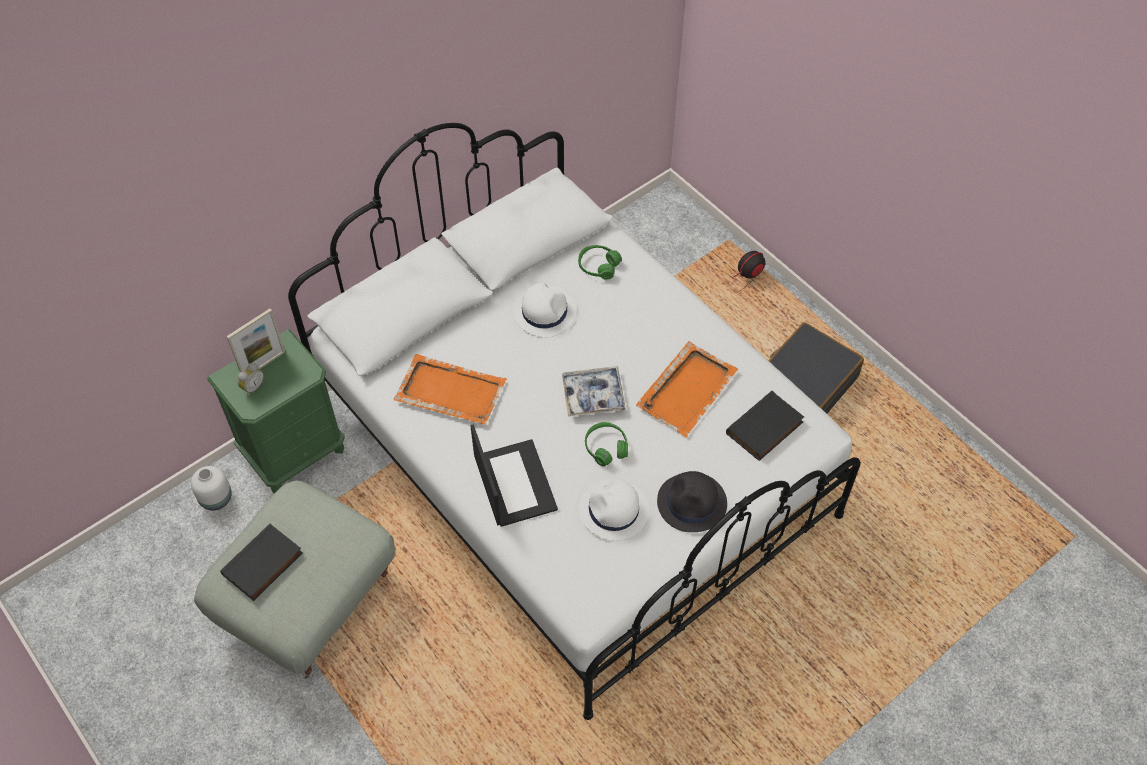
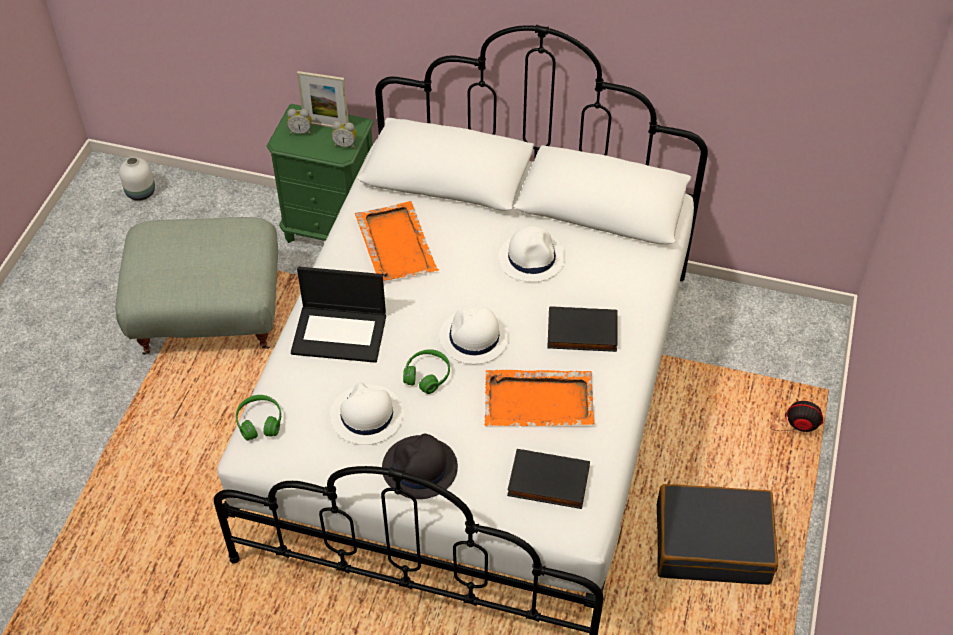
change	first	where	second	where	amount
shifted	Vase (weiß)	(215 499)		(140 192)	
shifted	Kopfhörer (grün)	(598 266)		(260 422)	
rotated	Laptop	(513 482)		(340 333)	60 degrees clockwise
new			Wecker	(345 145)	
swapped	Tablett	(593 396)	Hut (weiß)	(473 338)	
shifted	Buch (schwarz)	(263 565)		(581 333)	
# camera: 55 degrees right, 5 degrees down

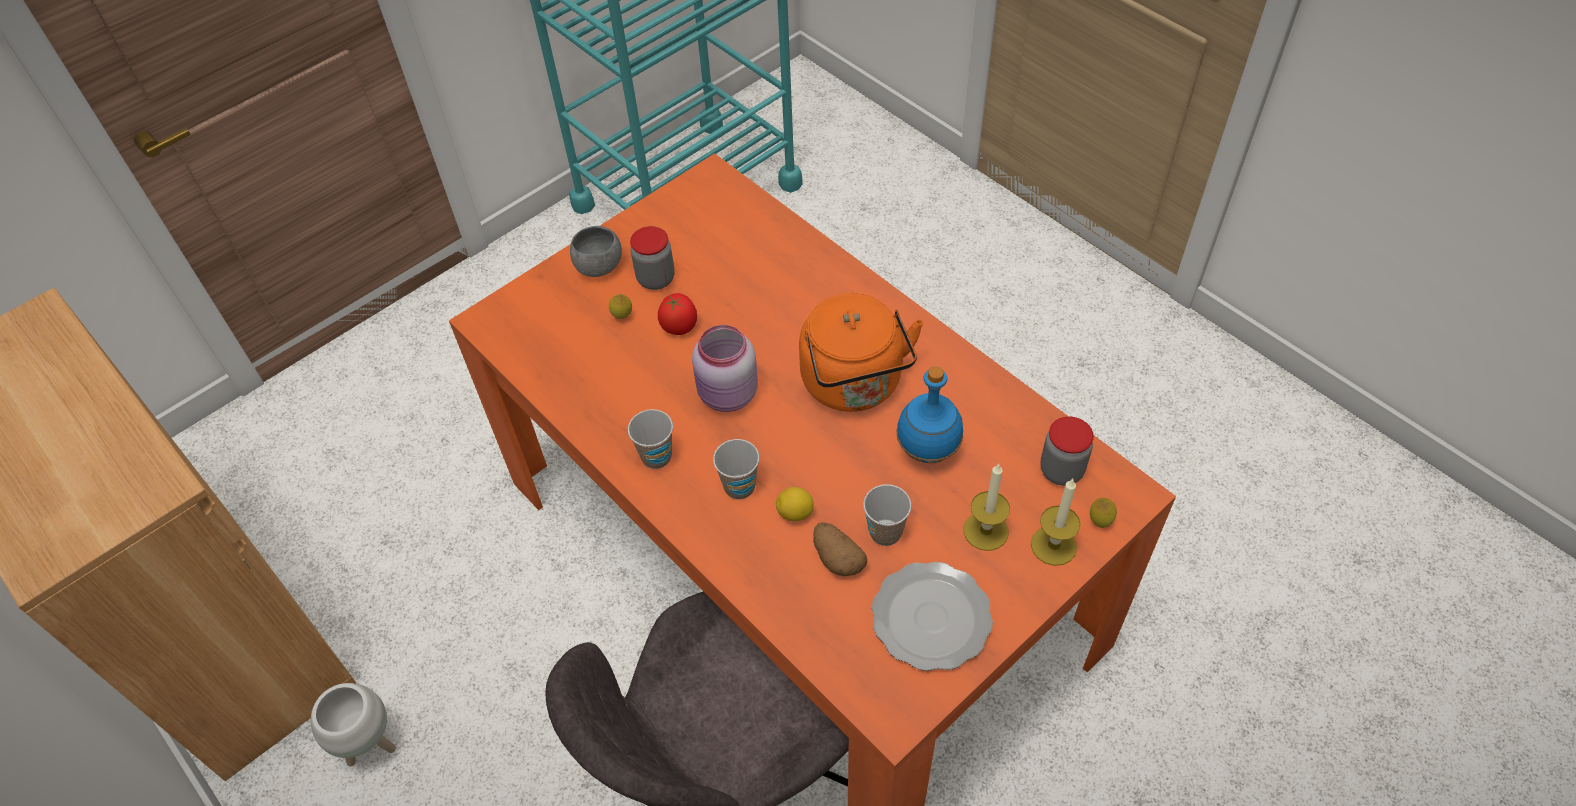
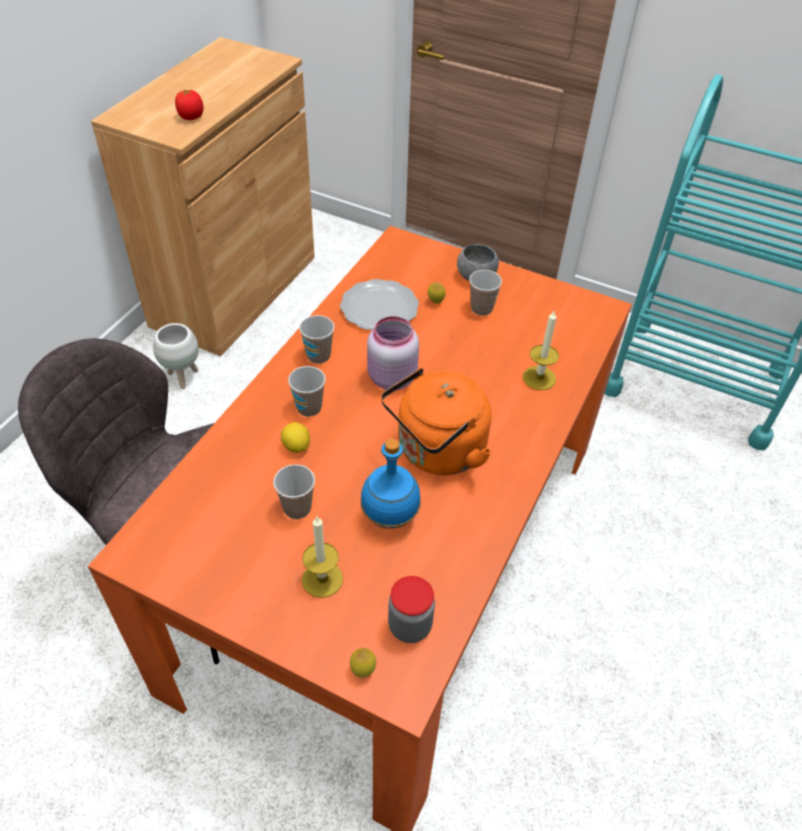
change	first	where	second	where	amount
shifted	Tomate	(679 326)		(191 117)	
shifted	Teller	(933 618)		(379 309)	
swapped	Vorratsglas	(656 279)	Tasse	(481 308)	
shifted	Kerze	(1053 545)		(539 378)	
gone	Kartoffel	(837 558)			
# camera: 65 degrees right, 5 degrees down

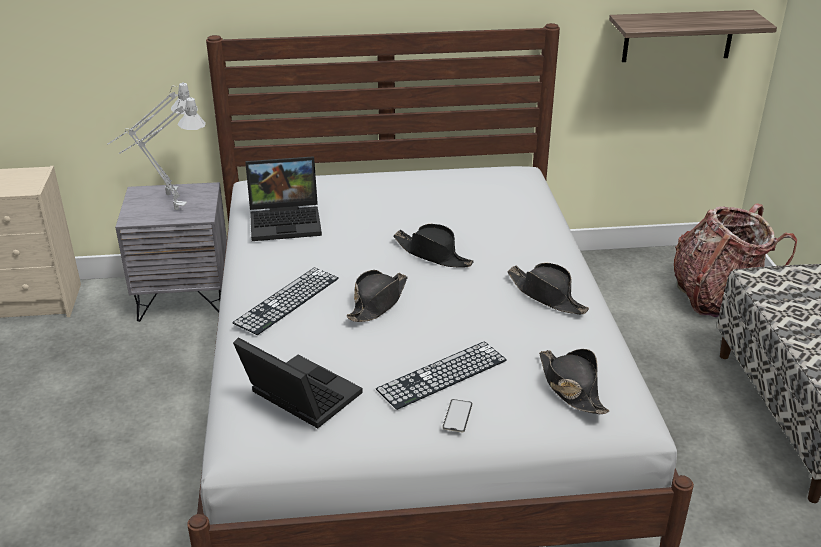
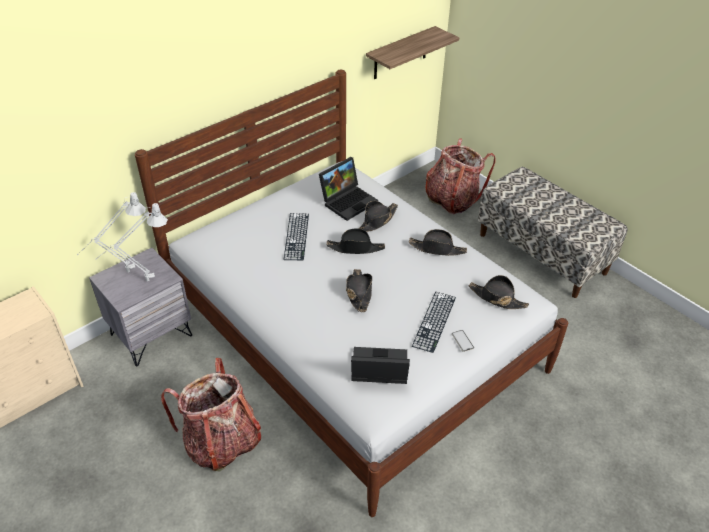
change	first	where	second	where	amount
new			Rucksack	(221 442)	
shifted	Tastatur	(287 300)		(296 236)	
shifted	Laptop	(287 221)		(348 201)	
new			Hut (schwarz)	(377 221)	
# camera: 35 degrees left, 10 degrees up

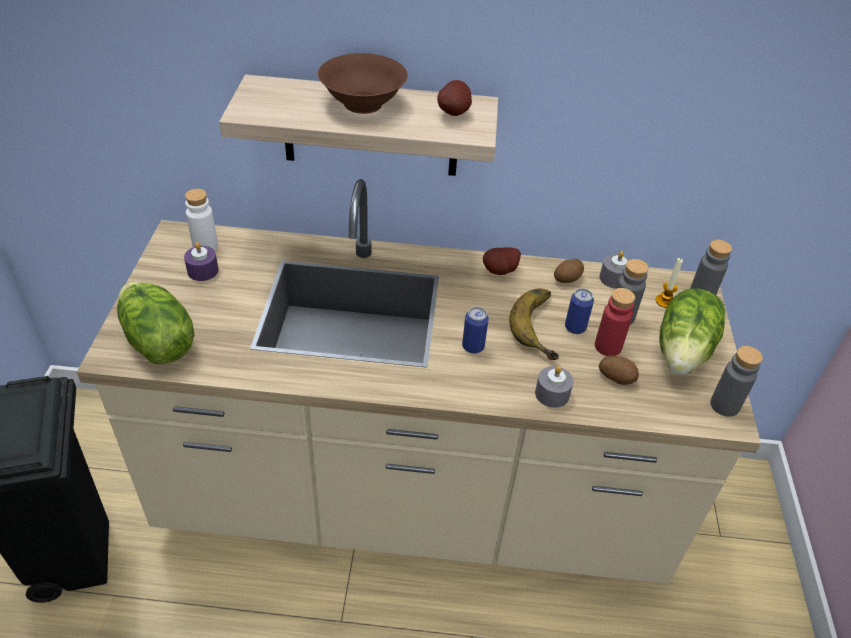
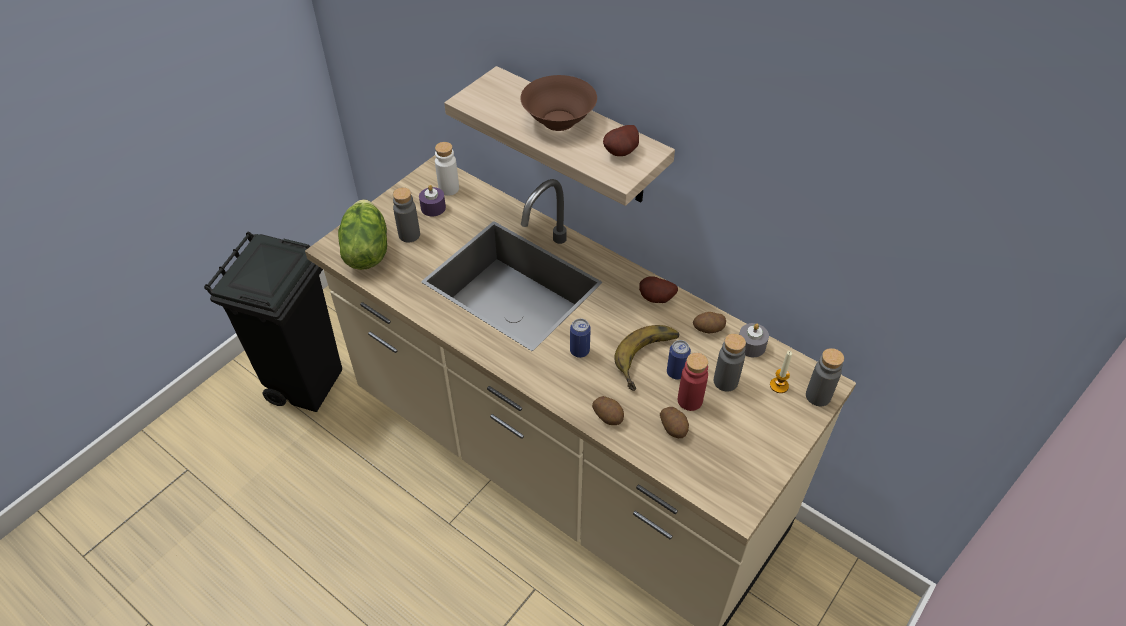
change	first	where	second	where	amount
shifted	Flasche (grau)	(724 405)		(409 235)	
swapped	Kerze (grau)	(552 394)	Kartoffel	(608 416)	
gone	Salatkopf	(684 351)			
# camera: 35 degrees right, 5 degrees up

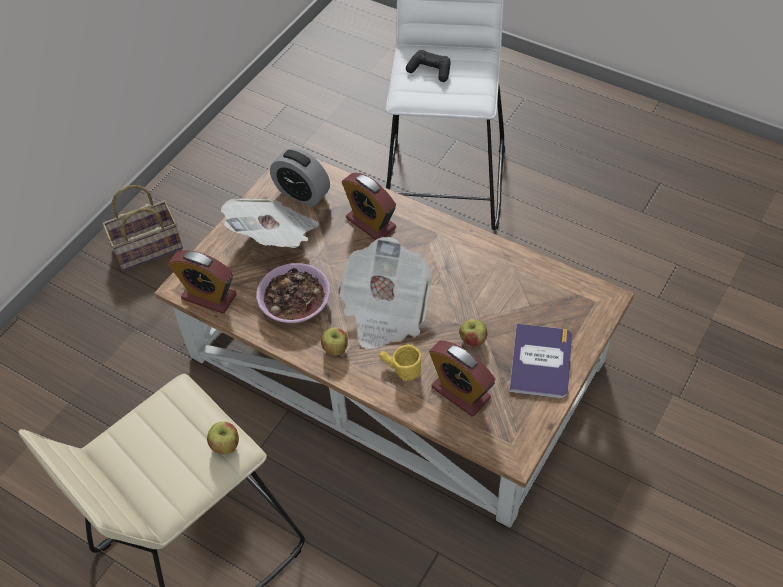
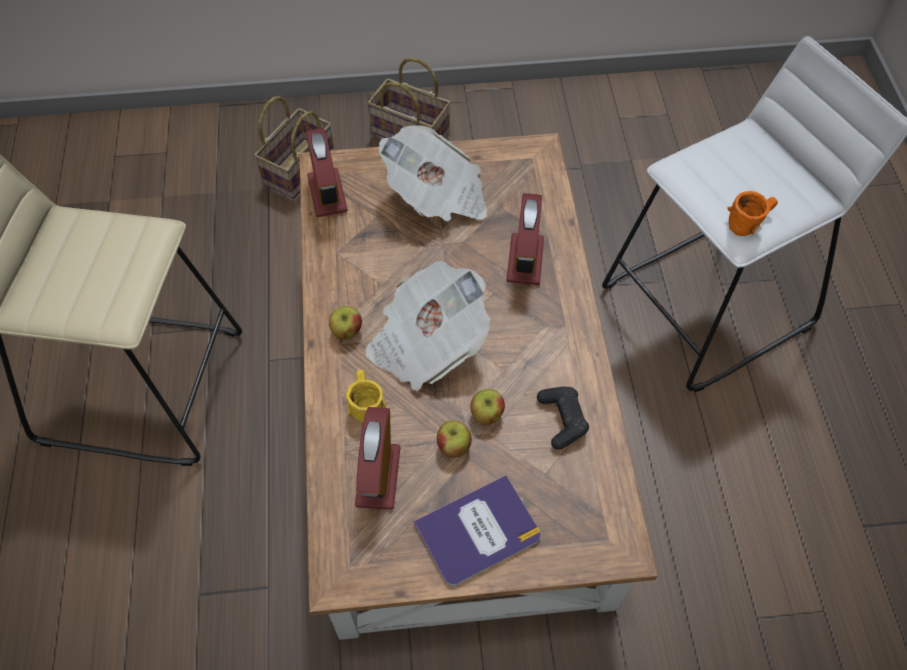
change	first	where	second	where	amount
new			Korb	(299 167)	
shifted	Apfel	(226 445)		(487 414)	
shifted	Gamepad (schwarz)	(430 71)		(562 420)	
new			Henkelbecher (orange)	(748 221)	
gone	Schüssel	(294 302)			
gone	Wecker	(302 193)			
# camera: 50 degrees right, 5 degrees up

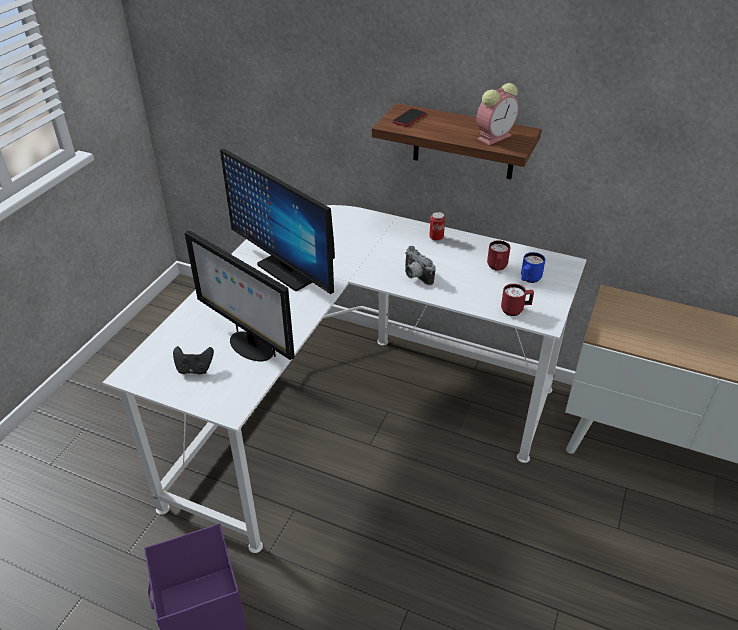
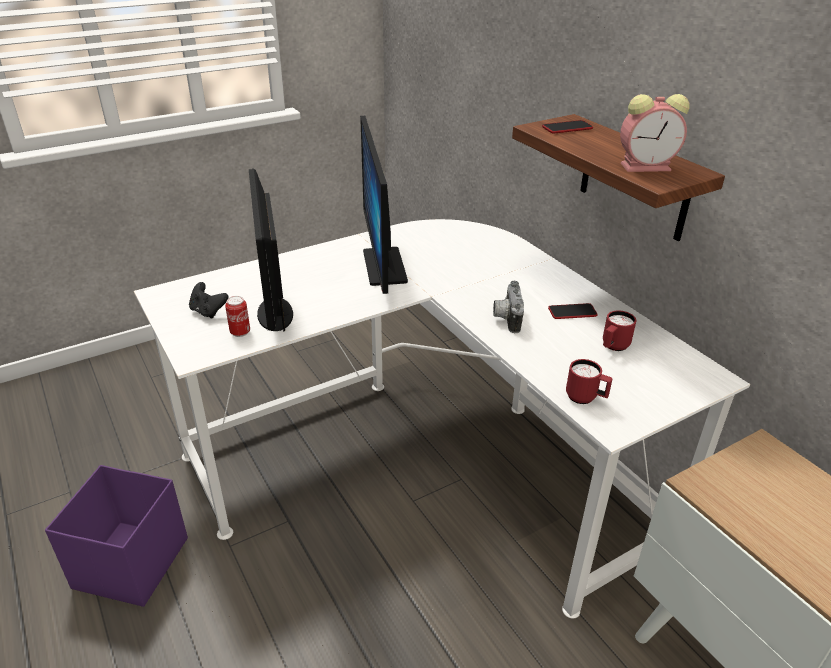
change	first	where	second	where	amount
shifted	Dose	(436 238)		(240 332)	
new			Handy	(572 312)	
gone	Henkelbecher (blau)	(529 280)			
# camera: 35 degrees right, 5 degrees down

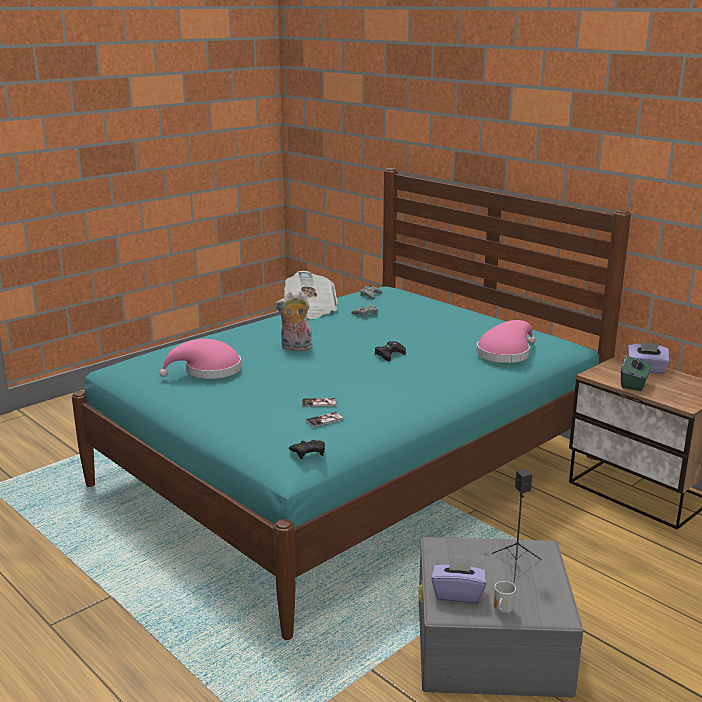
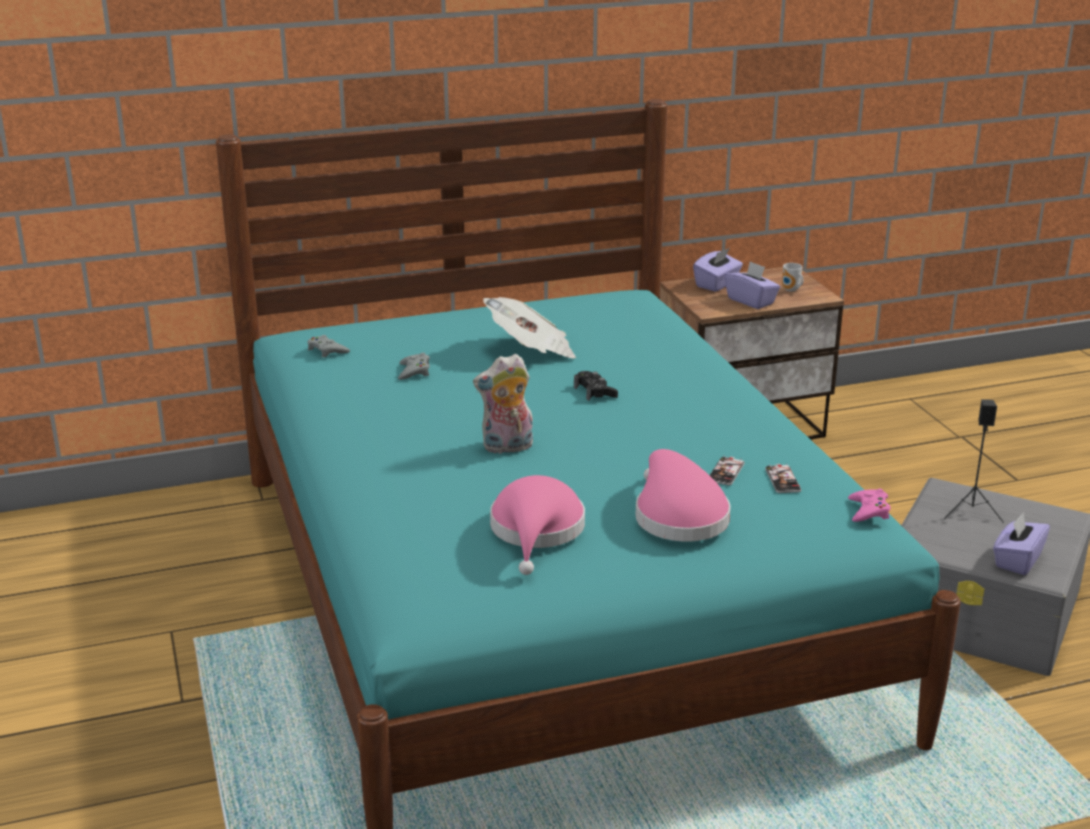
change	first	where	second	where	amount
rotated	Plüschtier	(295 348)		(507 447)	45 degrees clockwise
shifted	Zeitung	(311 309)		(531 350)	
shifted	Hut (rosa)	(505 353)		(677 515)	
repainted	Taschentuchbox (grün)	(634 384)	Taschentuchbox (lila)	(751 301)	
shifted	Henkelbecher	(501 611)		(791 290)	
repainted	Gamepad (schwarz)	(308 452)	Gamepad (rosa)	(868 511)	
# camera: 65 degrees left, 5 degrees up

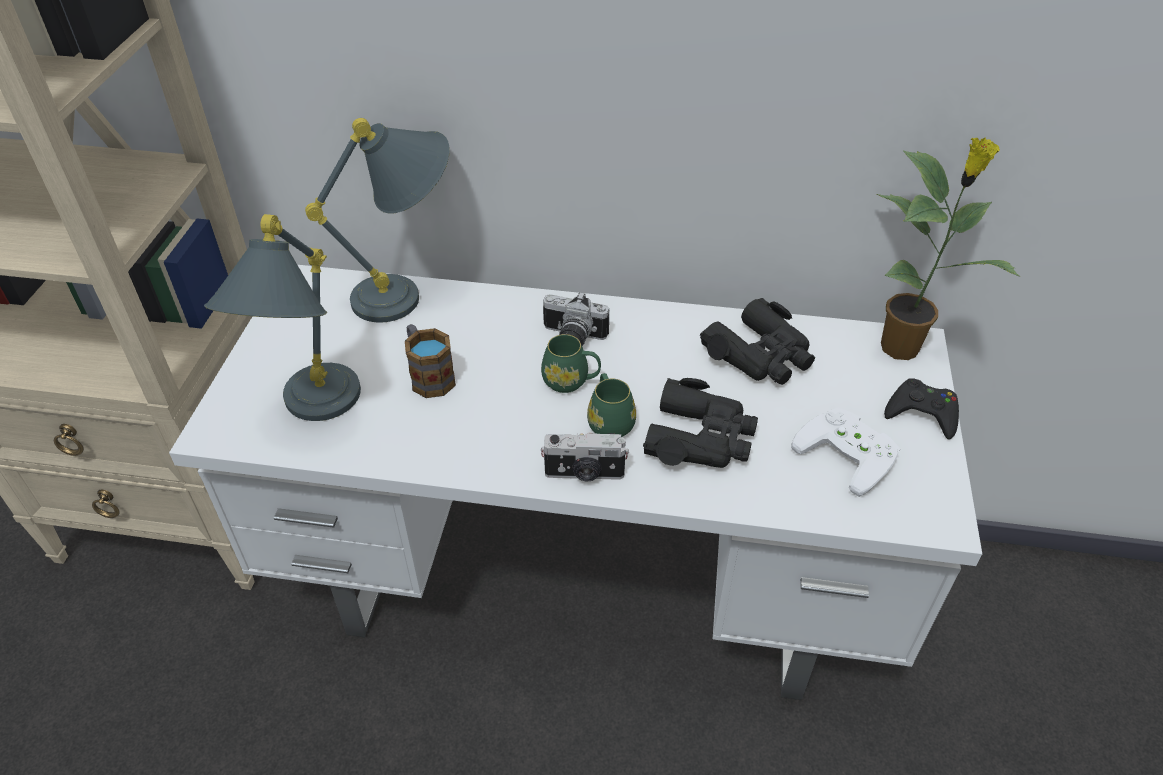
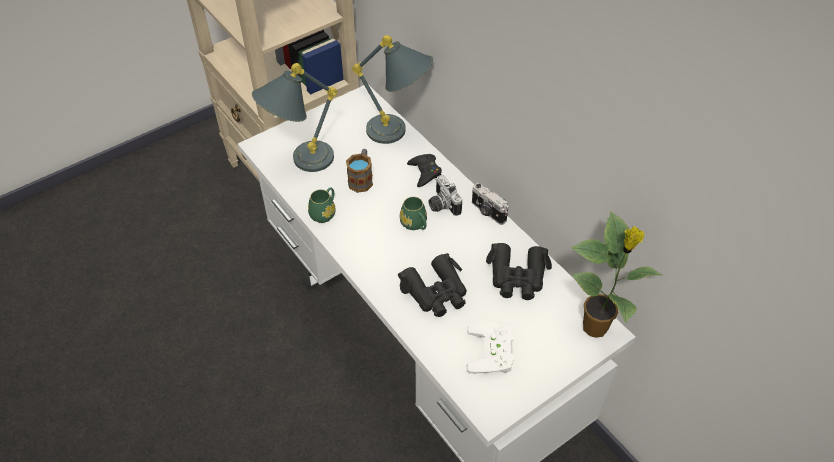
change	first	where	second	where	amount
shifted	Henkelbecher (grün)	(609 421)		(324 212)	
shifted	Gamepad (schwarz)	(922 413)		(425 172)	
shifted	Kamera	(584 474)		(487 212)	
# camera: 45 degrees right, 5 degrees up

